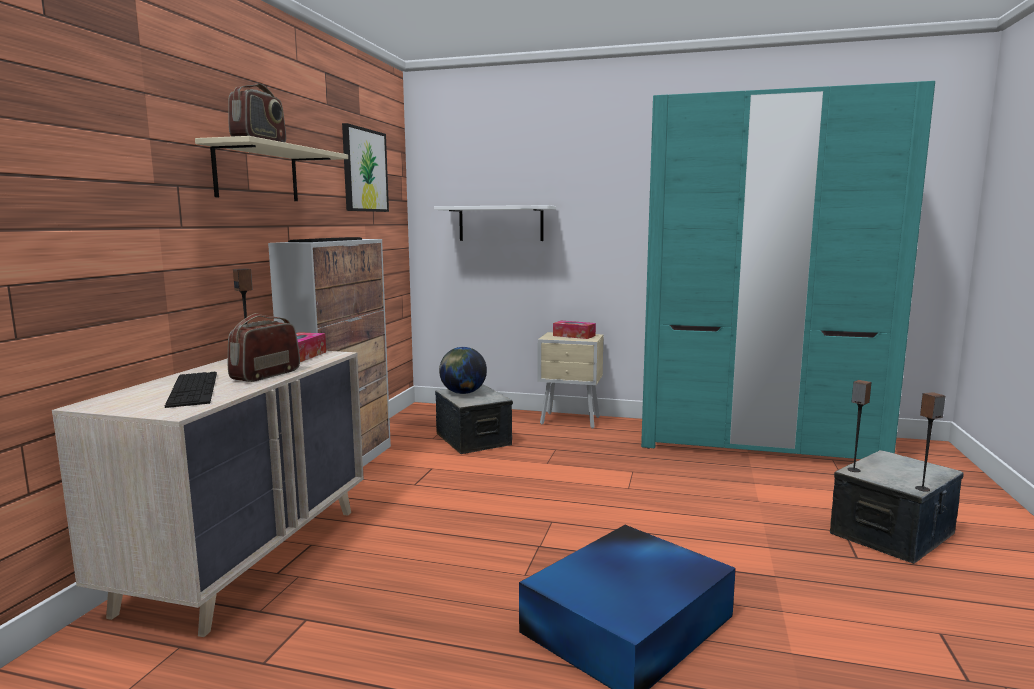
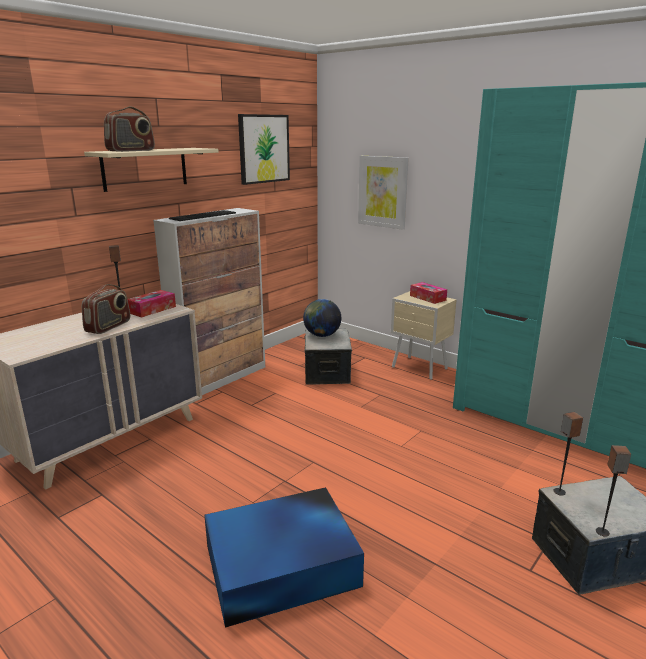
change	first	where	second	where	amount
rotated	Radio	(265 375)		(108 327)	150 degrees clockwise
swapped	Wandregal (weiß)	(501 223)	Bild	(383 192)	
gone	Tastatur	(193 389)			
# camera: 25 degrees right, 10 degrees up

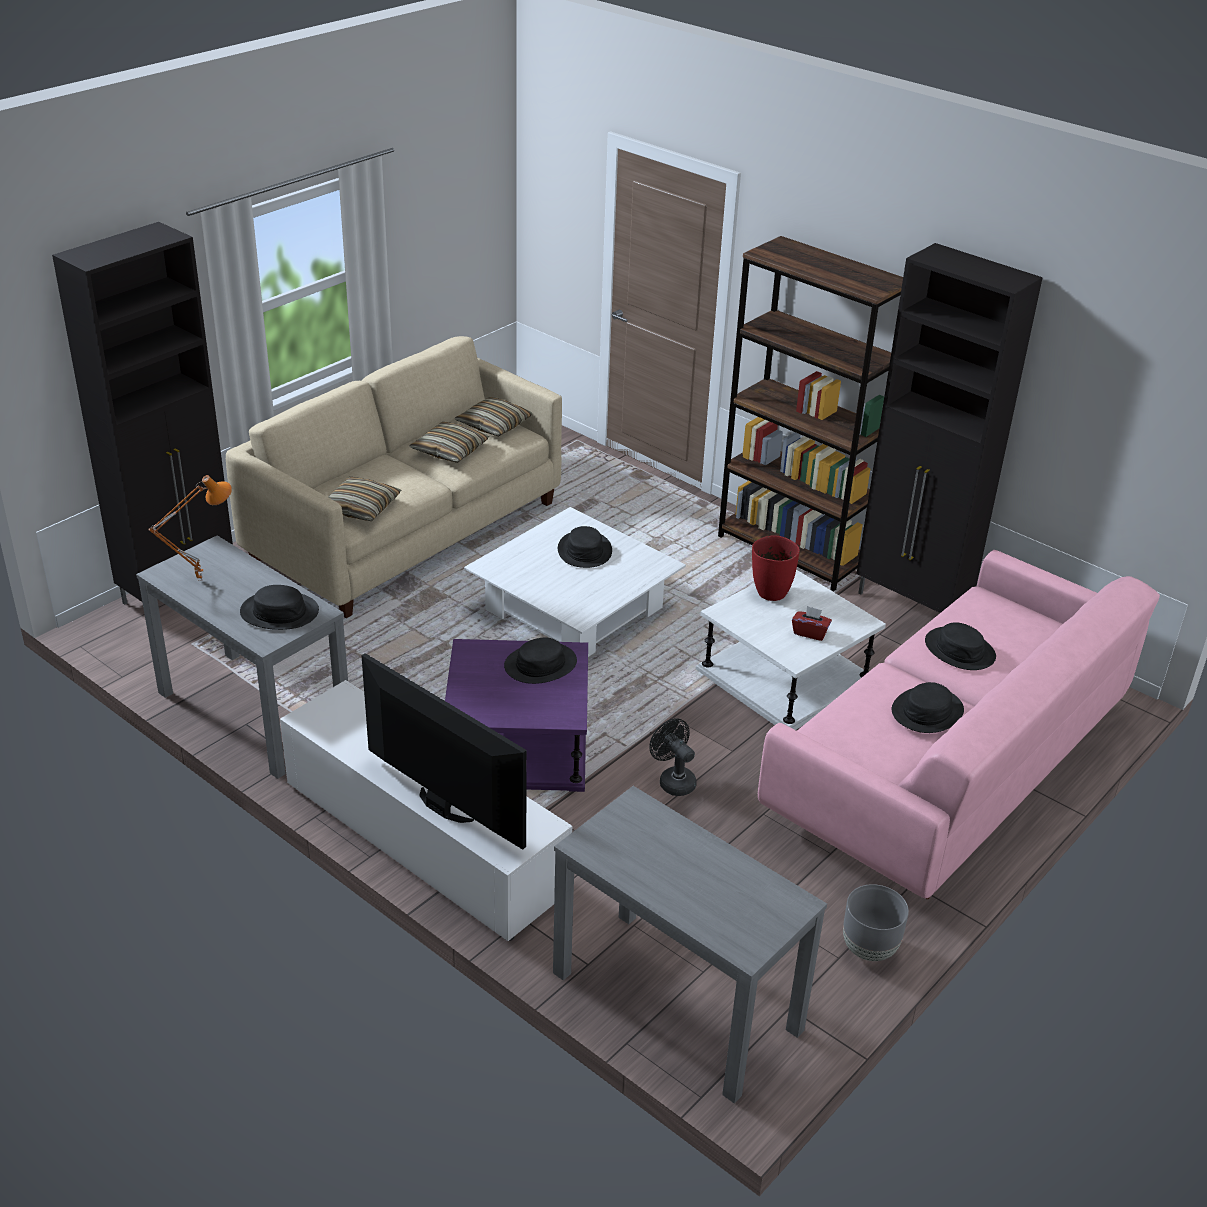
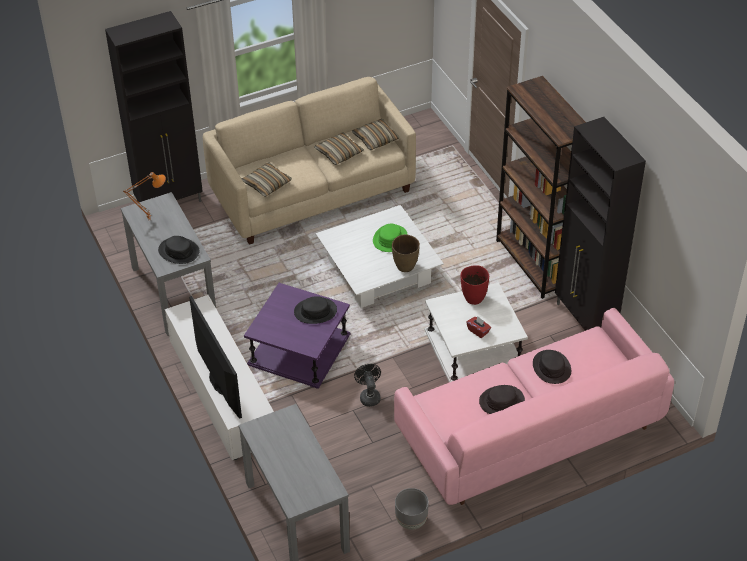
change	first	where	second	where	amount
repainted	Hut (schwarz)	(584 551)	Hut (grün)	(390 239)	
new			Vase (braun)	(405 267)	
# camera: 25 degrees right, 10 degrees up

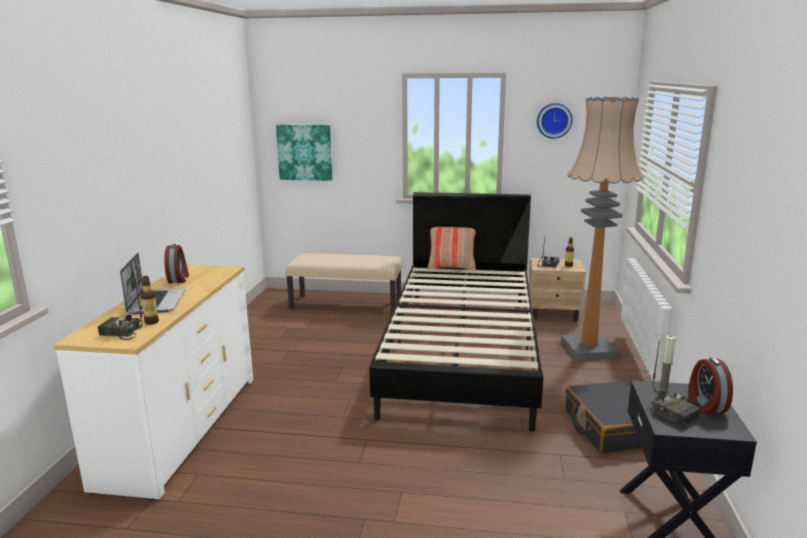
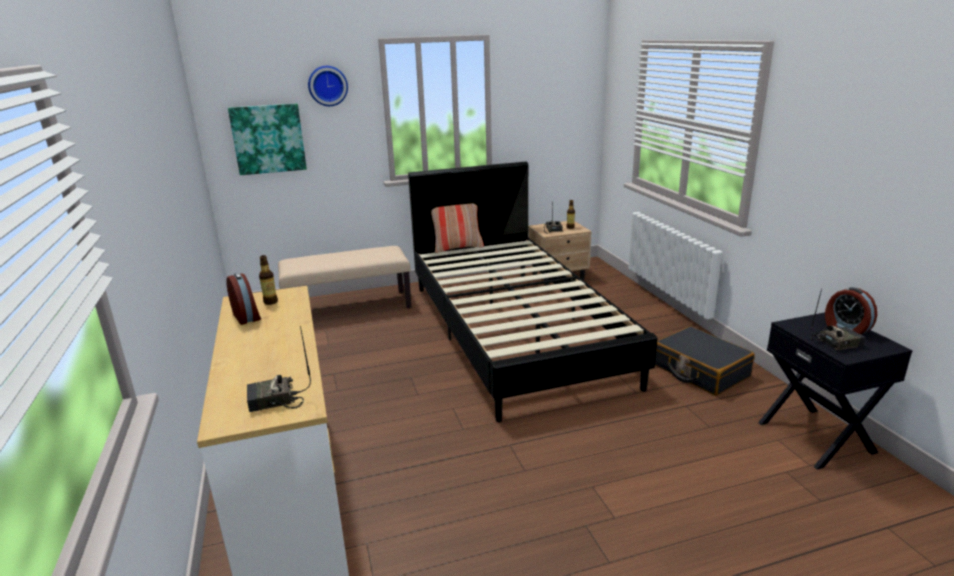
change	first	where	second	where	amount
shifted	Flasche	(152 322)		(271 302)	
shifted	Wanduhr	(554 120)		(327 85)	
rotated	Radio	(674 413)		(836 342)	45 degrees counterclockwise
gone	Laptop	(156 302)			
gone	Stehlampe	(588 349)			
gone	Kerze	(663 389)			
# camera: 25 degrees left, 5 degrees up

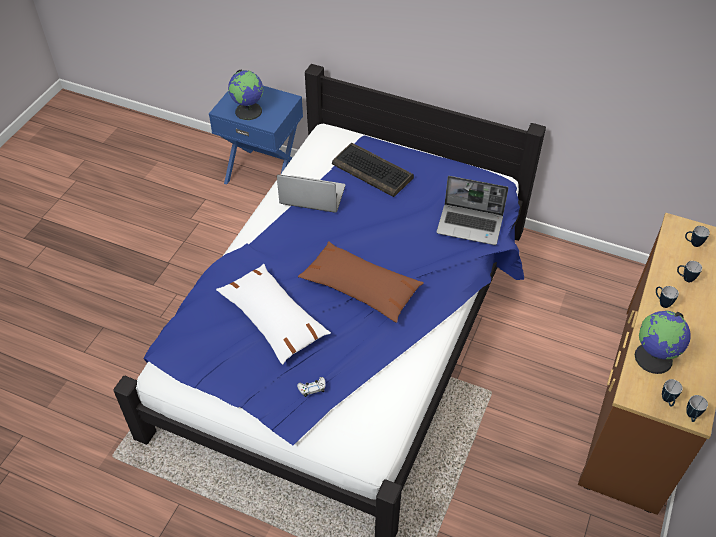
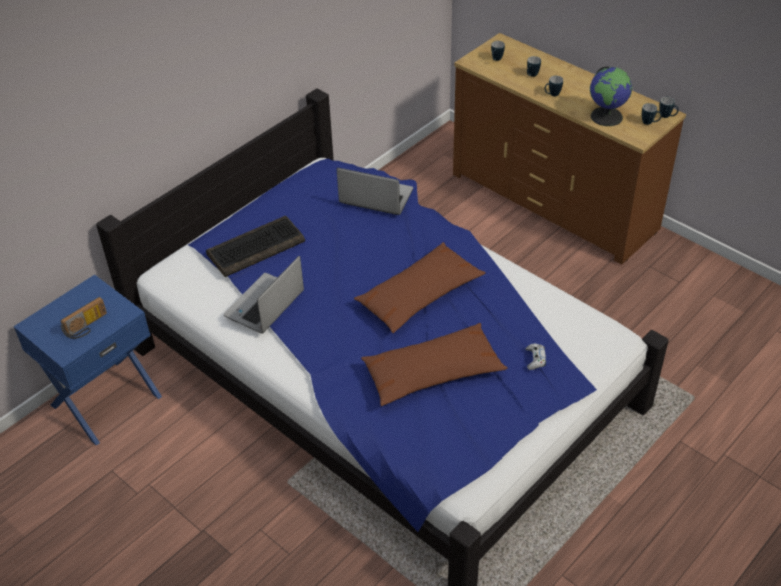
change	first	where	second	where	amount
swapped	Globus	(249 111)	Radio	(87 327)	
rotated	Laptop	(470 225)		(375 197)	105 degrees counterclockwise
repainted	Kissen (weiß)	(273 319)	Kissen (braun)	(432 373)	
# camera: 70 degrees left, 5 degrees down

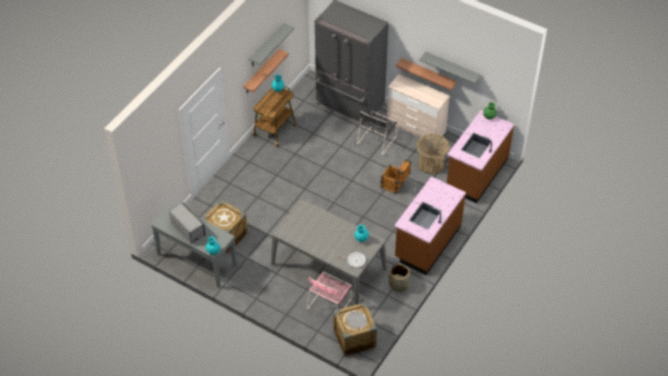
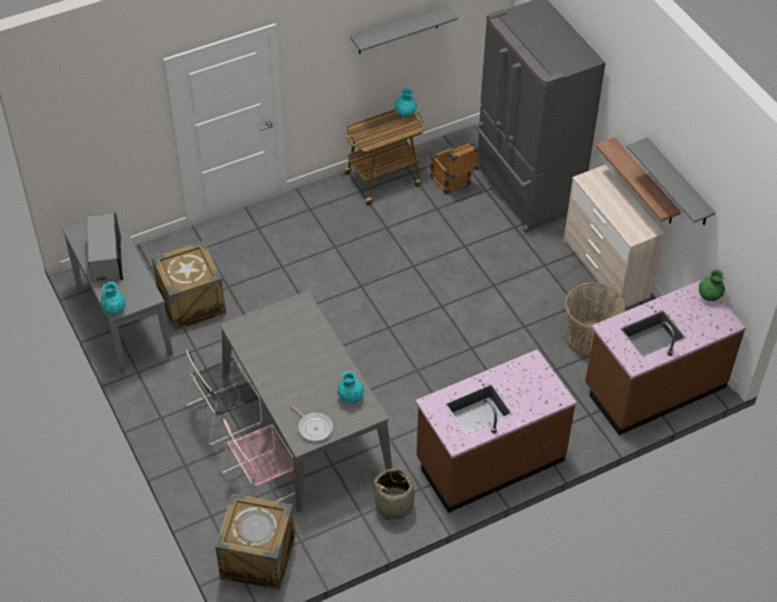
change	first	where	second	where	amount
shifted	Stuhl (schwarz)	(377 139)		(226 412)	
shifted	Kiste	(395 186)		(452 183)	
gone	Wandregal	(261 72)			
# camera: 30 degrees right, 0 degrees up

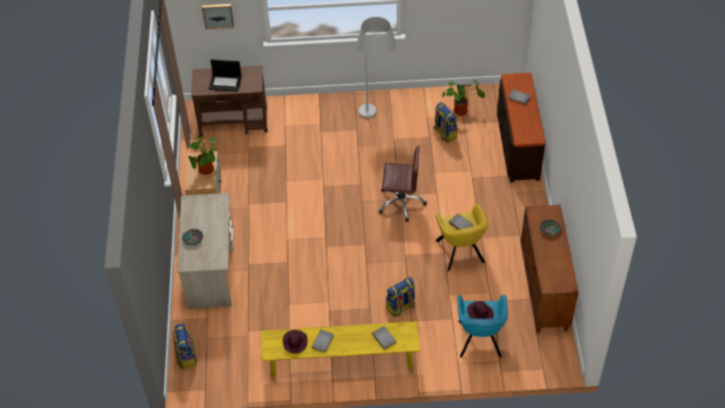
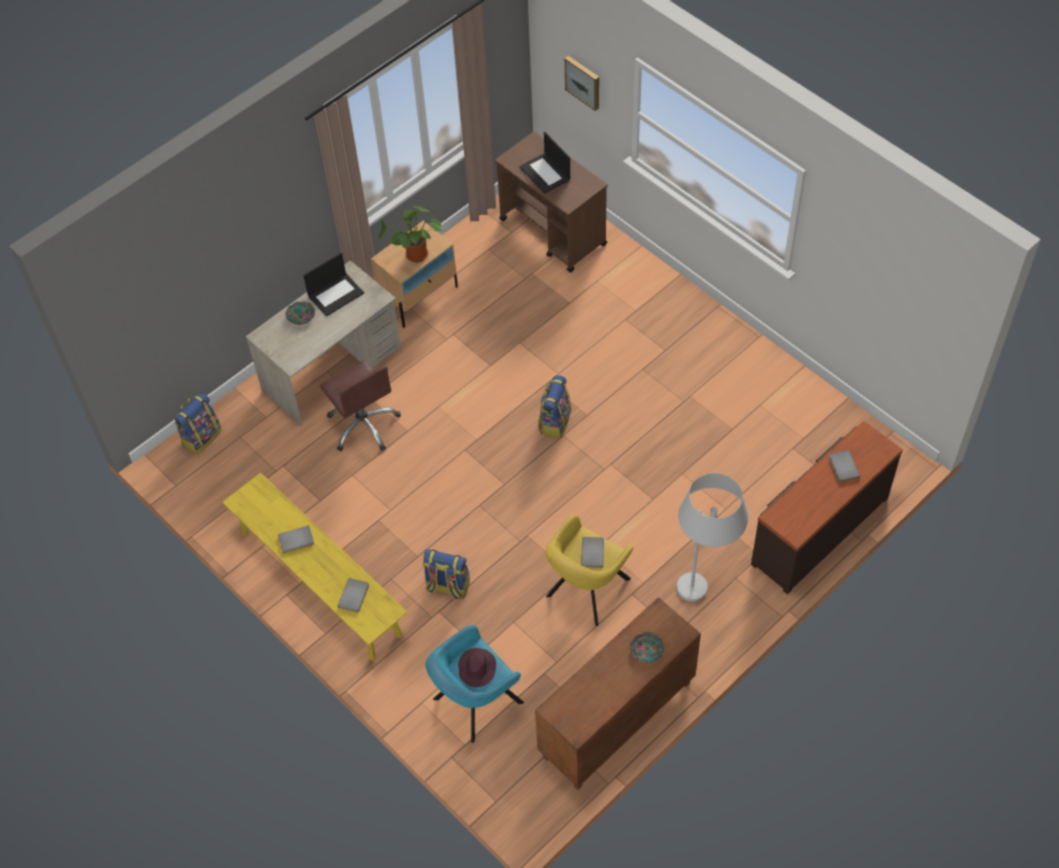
change	first	where	second	where	amount
new			Laptop	(336 294)	
shifted	Bürostuhl (braun)	(401 202)		(364 424)	
shifted	Rucksack	(444 133)		(554 421)	
shifted	Stehlampe (weiß)	(377 112)		(702 600)	
gone	Hut (lila)	(295 342)			
gone	Topfpflanze	(462 110)			
# camera: 50 degrees right, 5 degrees up

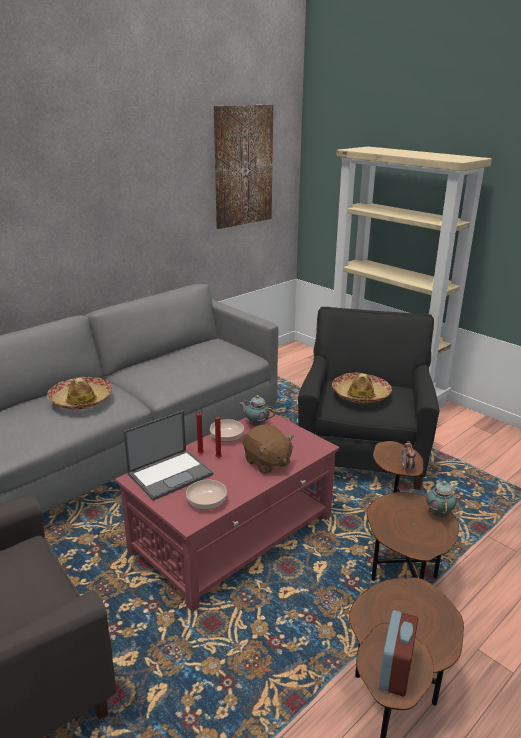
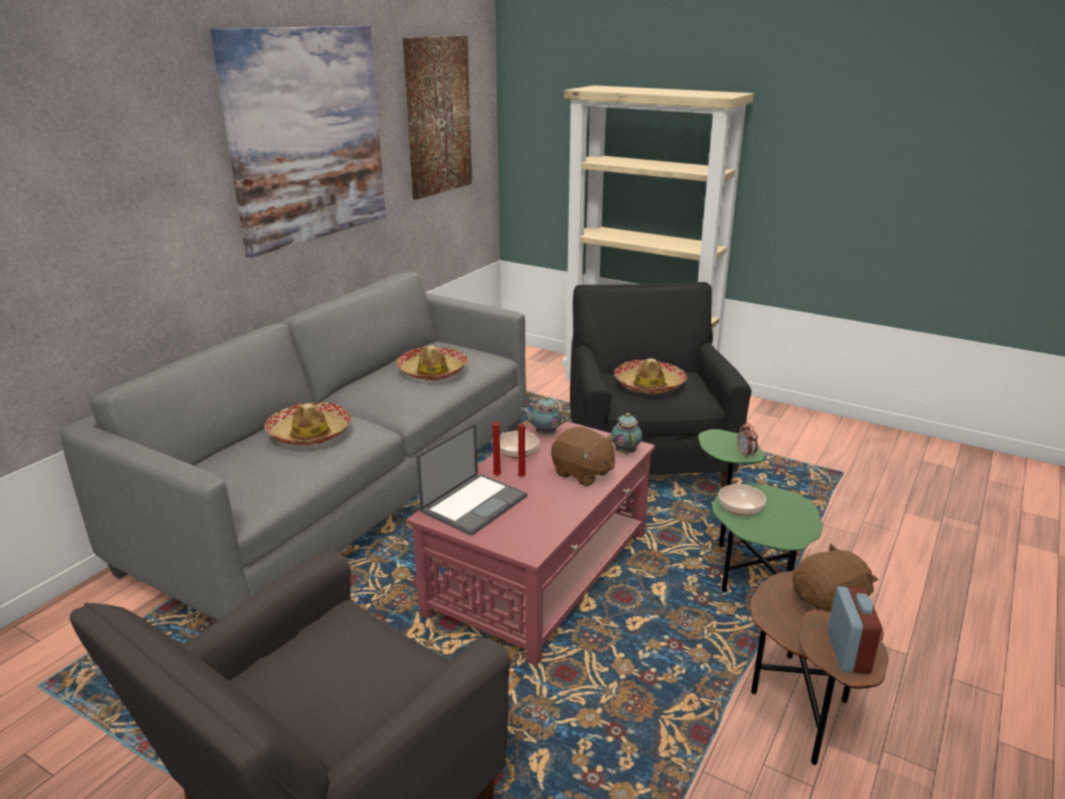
change	first	where	second	where	amount
new			Bild	(307 136)	
new			Hut	(432 371)	
shifted	Teekanne	(439 513)		(625 451)	
repainted	Beistelltisch (braun)	(399 568)	Beistelltisch (grün)	(745 574)	
shifted	Schüssel	(206 502)		(740 508)	
new			Plüschtier (braun)	(830 604)	
# camera: 15 degrees left, 0 degrees up

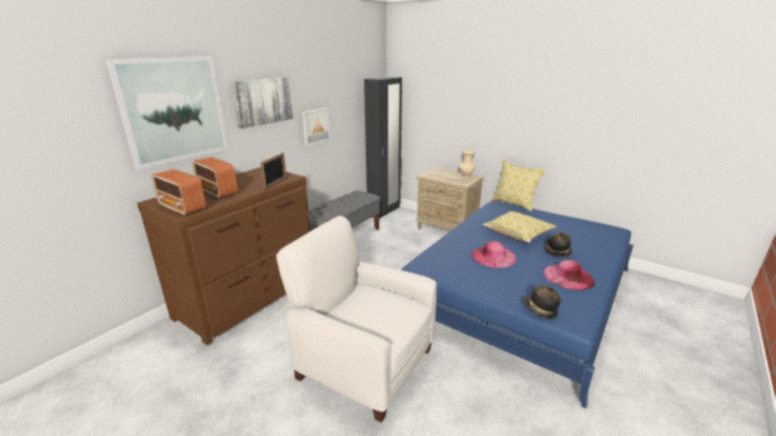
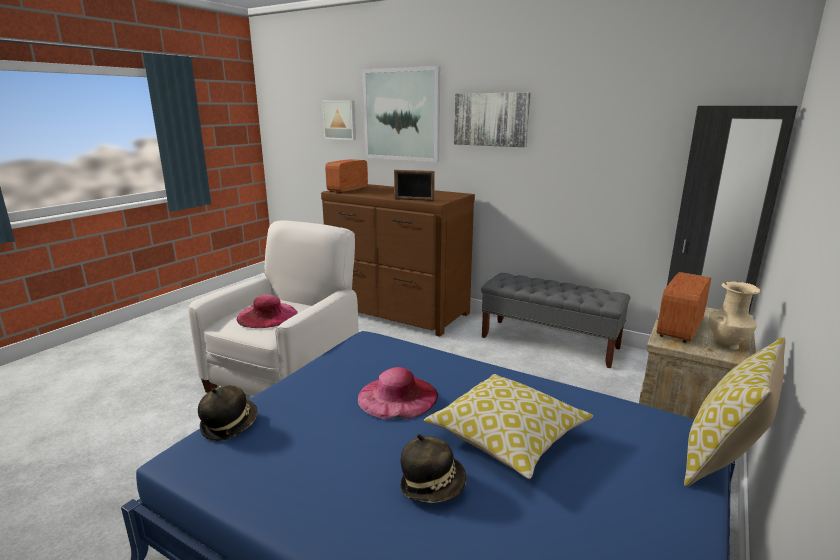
change	first	where	second	where	amount
shifted	Hut (rosa)	(568 277)		(267 315)	
shifted	Bild	(315 126)		(340 120)	
shifted	Radio	(217 192)		(679 328)	
# camera: 85 degrees right, 5 degrees down

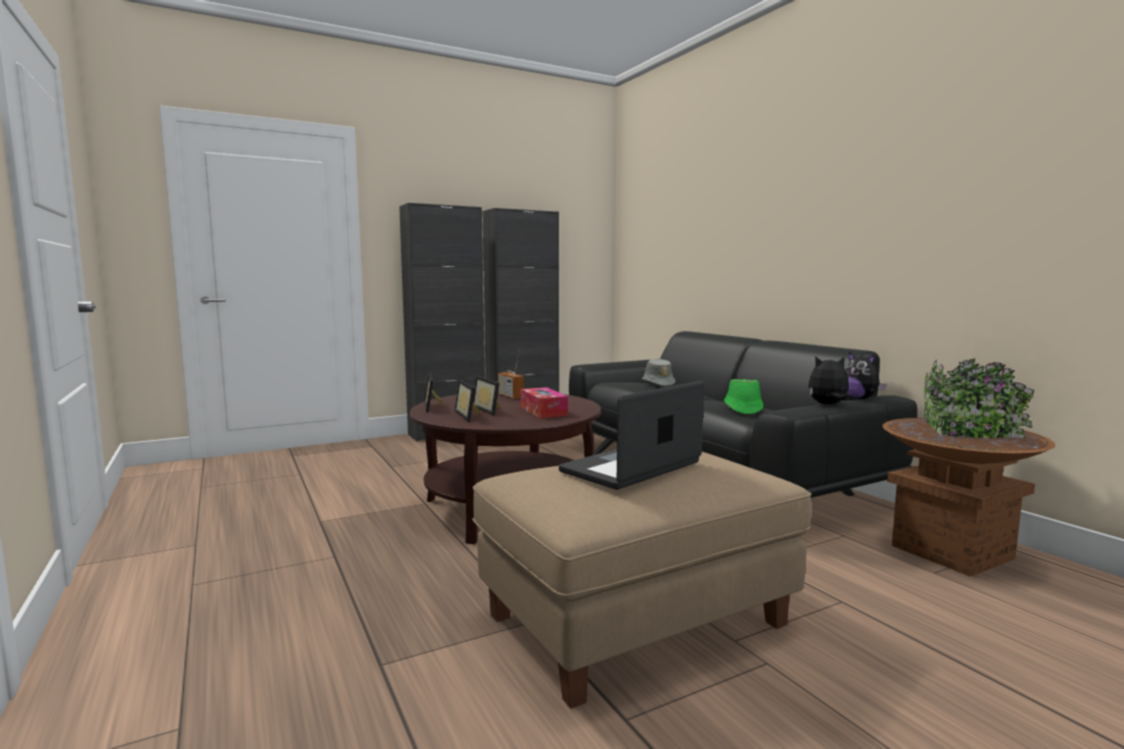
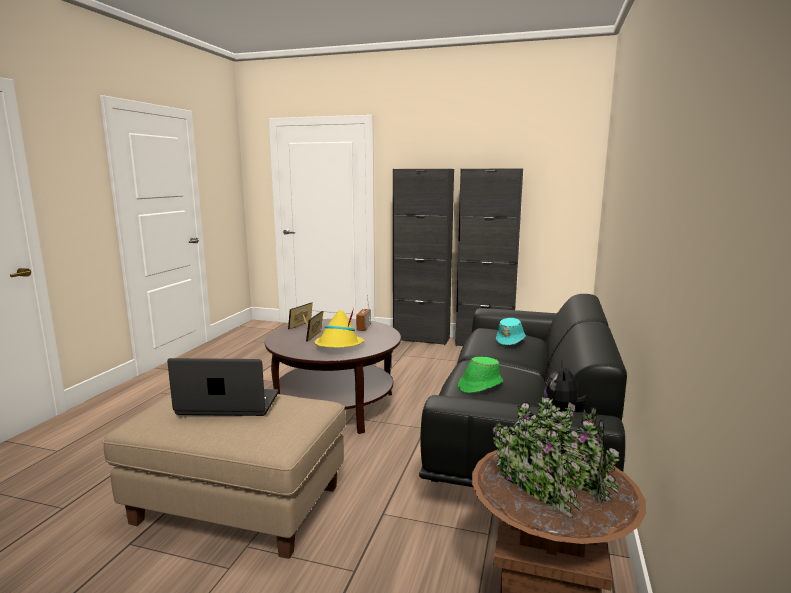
change	first	where	second	where	amount
swapped	Taschentuchbox	(543 411)	Hut (gelb)	(338 346)	
repainted	Hut (grau)	(658 383)	Hut (türkis)	(511 340)	
gone	Bilderrahmen	(470 415)			
gone	Plüschtier	(828 405)			
# camera: 45 degrees right, 5 degrees up

